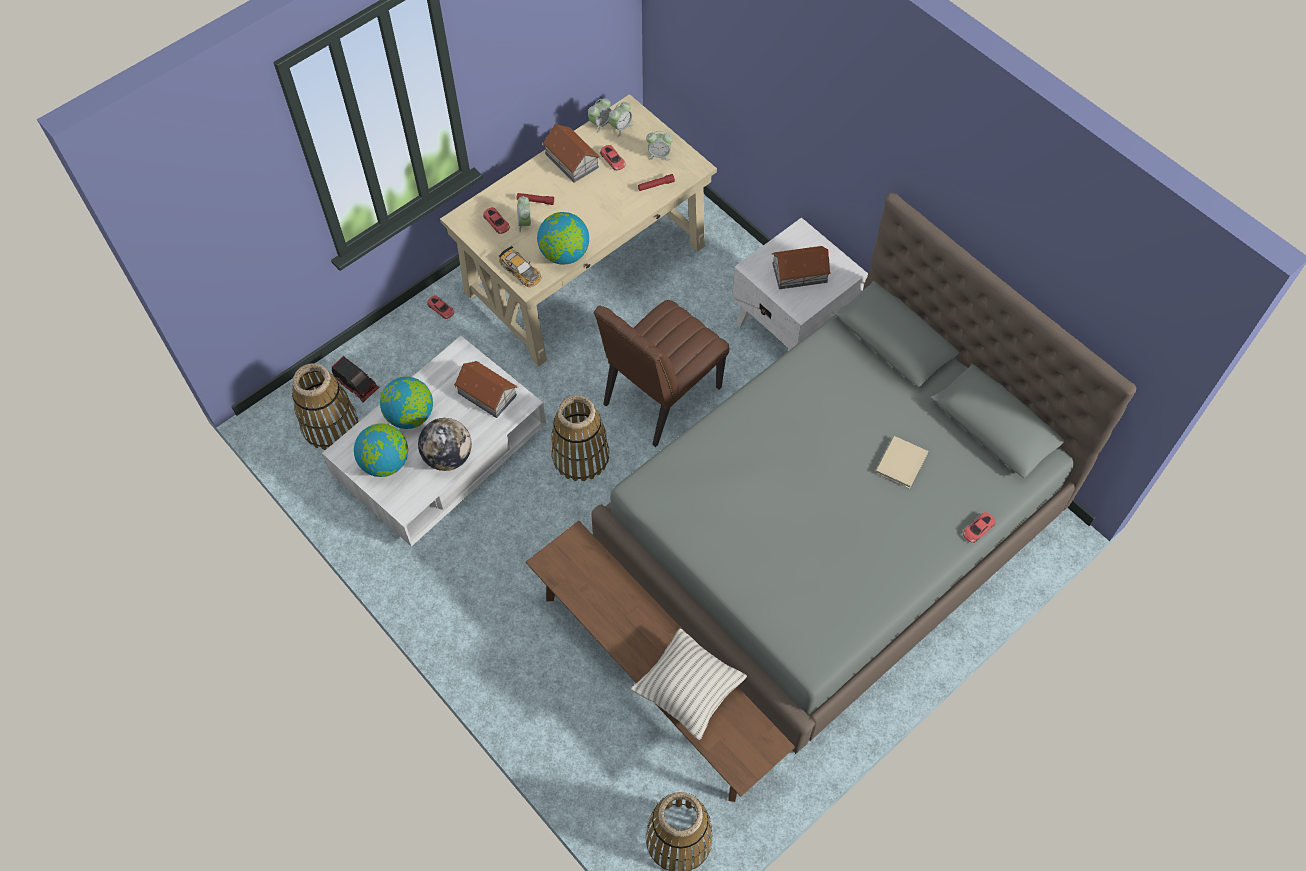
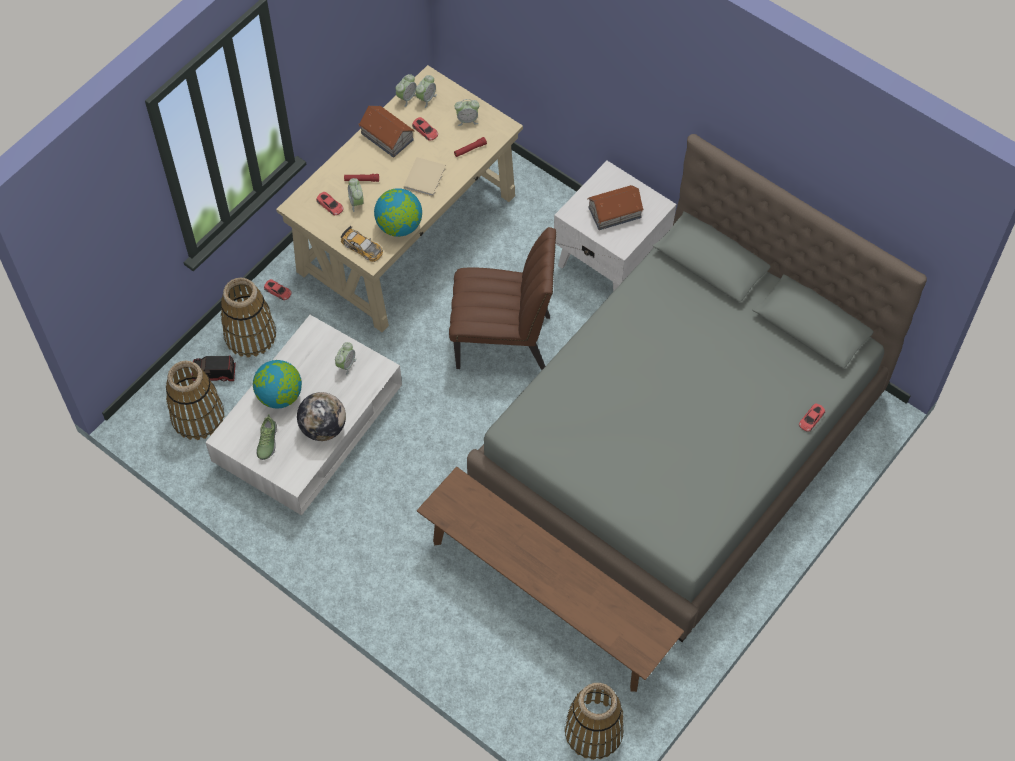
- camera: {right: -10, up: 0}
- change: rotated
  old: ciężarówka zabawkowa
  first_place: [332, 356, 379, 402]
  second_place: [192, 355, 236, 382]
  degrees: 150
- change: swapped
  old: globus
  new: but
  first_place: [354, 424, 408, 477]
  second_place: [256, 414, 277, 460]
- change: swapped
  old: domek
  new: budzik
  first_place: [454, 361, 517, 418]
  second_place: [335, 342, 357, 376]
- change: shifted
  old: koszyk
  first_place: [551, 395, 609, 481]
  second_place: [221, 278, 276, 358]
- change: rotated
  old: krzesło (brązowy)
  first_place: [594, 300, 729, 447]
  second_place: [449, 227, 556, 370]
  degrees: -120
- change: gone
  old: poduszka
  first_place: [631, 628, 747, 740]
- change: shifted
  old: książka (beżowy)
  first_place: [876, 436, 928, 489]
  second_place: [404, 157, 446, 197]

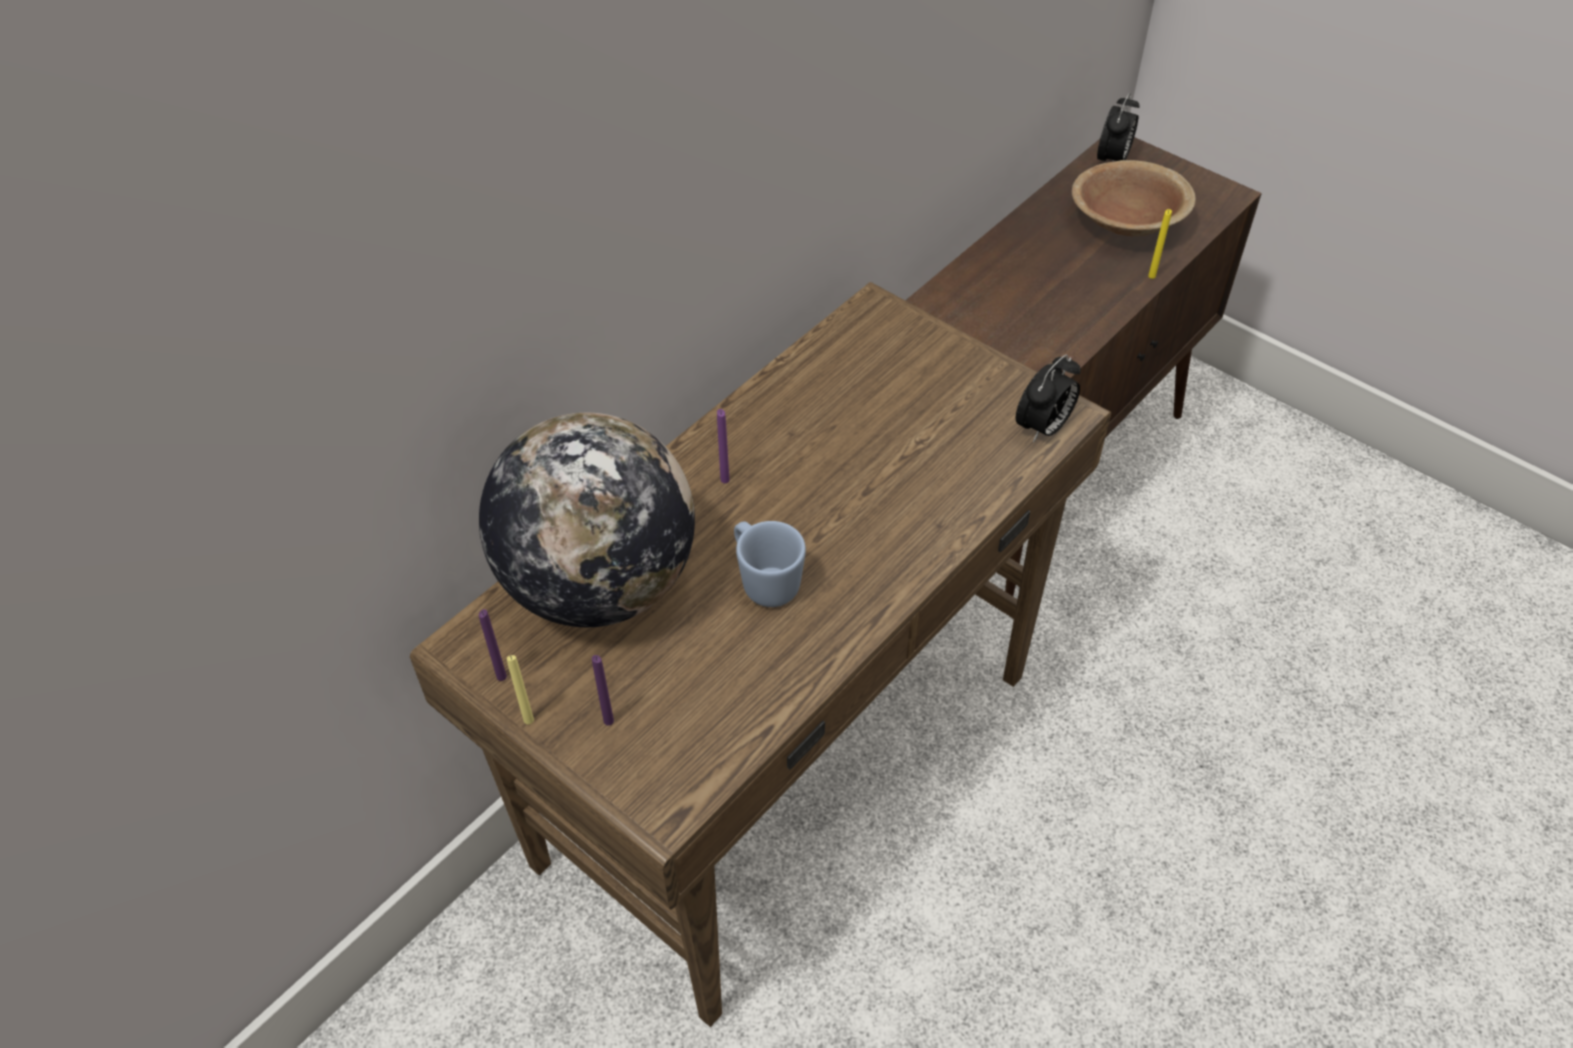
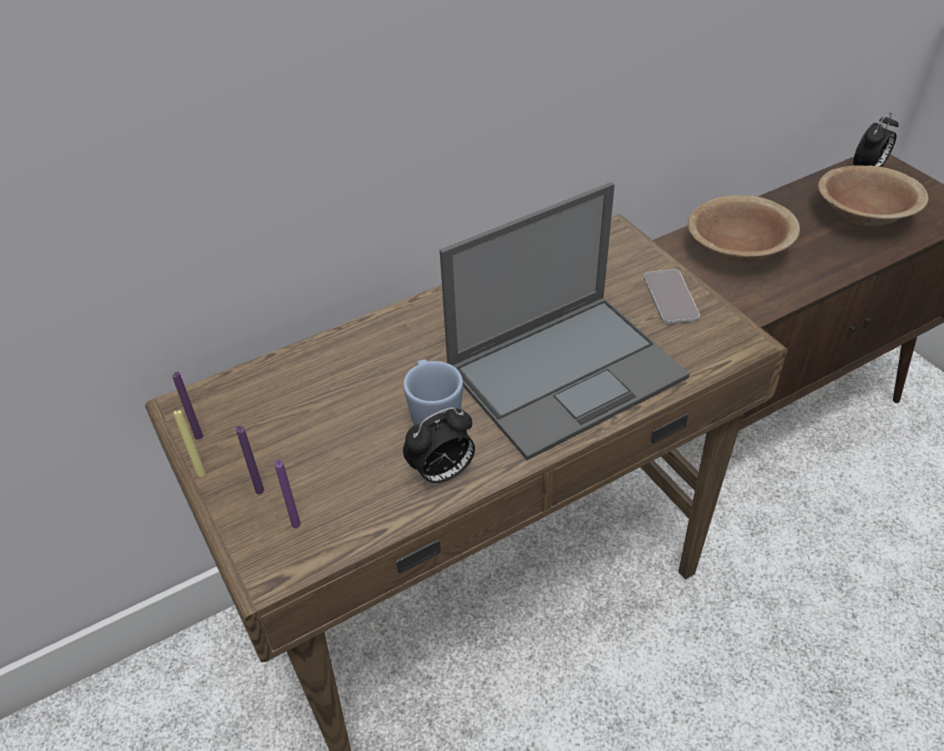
- camera: {right: 20, up: -5}
- change: gone
  old: globus
  first_place: [479, 413, 695, 627]
- change: shifted
  old: świeca (fioletowy)
  first_place: [717, 409, 730, 483]
  second_place: [275, 459, 301, 528]
- change: shifted
  old: budzik
  first_place: [1016, 354, 1081, 443]
  second_place: [403, 407, 475, 485]
- change: gone
  old: świeca (żółty)
  first_place: [1148, 209, 1172, 279]
- change: new
  new: laptop
  second_place: [440, 182, 690, 460]
- change: new
  new: telefon
  second_place: [644, 269, 700, 324]
- change: new
  new: miska (brązowy)
  second_place: [688, 195, 800, 262]

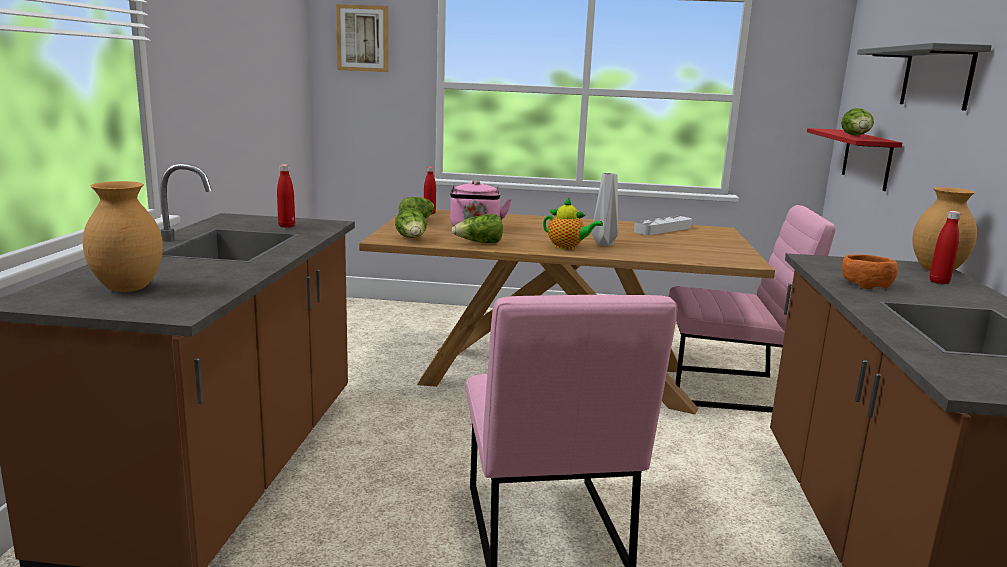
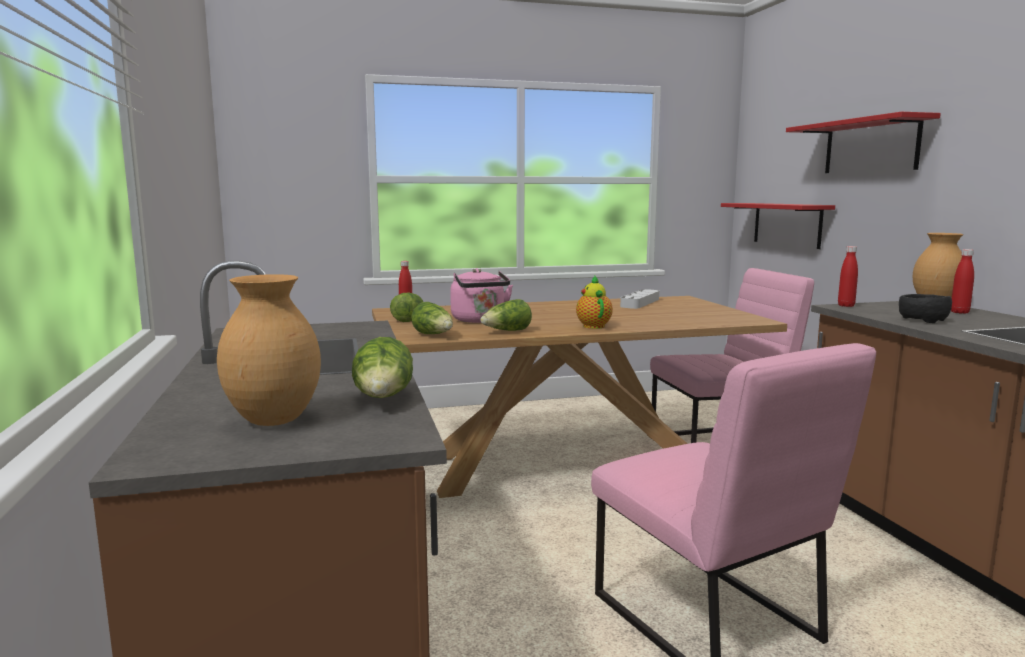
- camera: {right: -20, up: -5}
- change: shifted
  old: butelka (czerwony)
  first_place: [277, 164, 295, 228]
  second_place: [838, 246, 858, 307]
- change: gone
  old: obraz
  first_place: [336, 4, 388, 72]
- change: rotated
  old: imbryk
  first_place: [543, 197, 603, 250]
  second_place: [576, 276, 613, 329]
  degrees: -105
- change: gone
  old: wazon (szary)
  first_place: [591, 173, 618, 246]
- change: shifted
  old: sałata
  first_place: [841, 108, 874, 135]
  second_place: [352, 337, 413, 398]
- change: repainted
  old: miska (pomarańczowy)
  new: miska (czarny)
  first_place: [842, 254, 898, 290]
  second_place: [899, 294, 952, 323]
- change: repainted
  old: półka (szary)
  new: półka (czerwony)
  first_place: [857, 43, 992, 111]
  second_place: [786, 112, 941, 173]

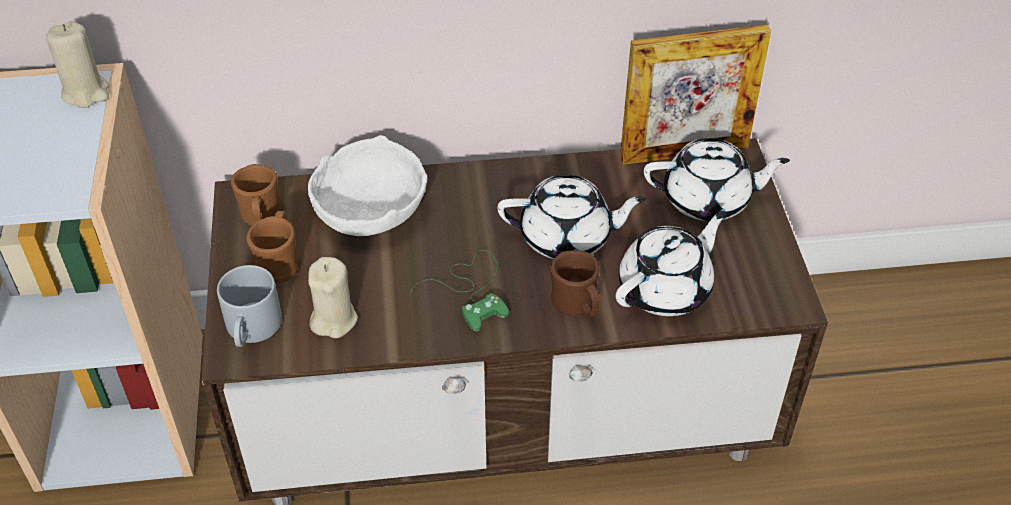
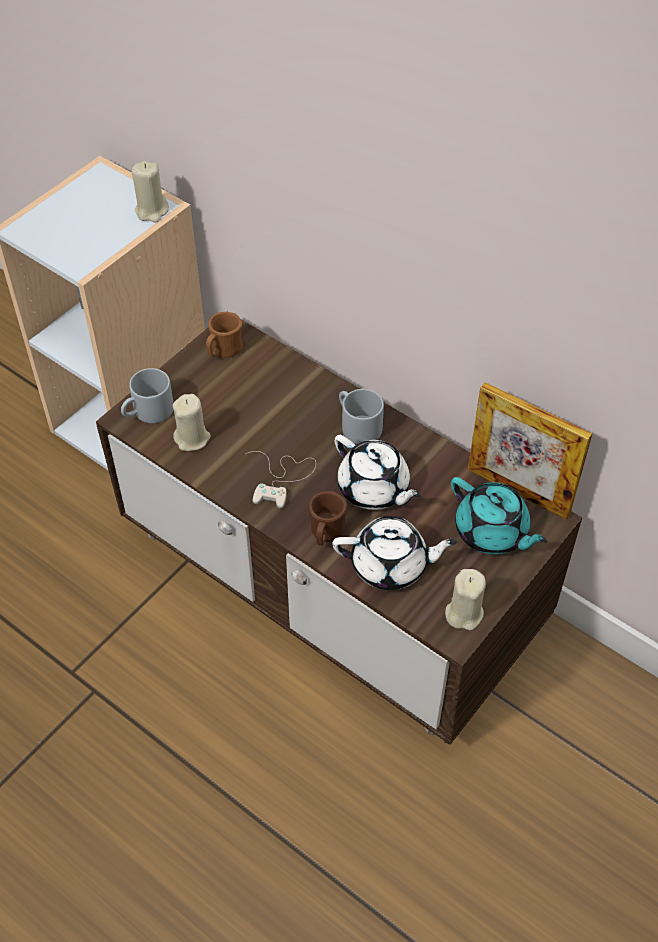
- camera: {right: 45, up: 5}
- change: gone
  old: kubek (brązowy)
  first_place: [246, 211, 298, 283]
- change: gone
  old: miska (biały)
  first_place: [308, 135, 427, 236]
- change: repainted
  old: pad do gier (zielony)
  new: pad do gier (biały)
  first_place: [410, 250, 509, 331]
  second_place: [246, 451, 316, 508]
- change: repainted
  old: imbryk (biały)
  new: imbryk (turkusowy)
  first_place: [644, 138, 790, 221]
  second_place: [451, 477, 548, 555]
- change: new
  new: kubek (szary)
  second_place: [339, 389, 384, 444]
- change: new
  new: świeca (beżowy)
  second_place: [445, 569, 486, 630]

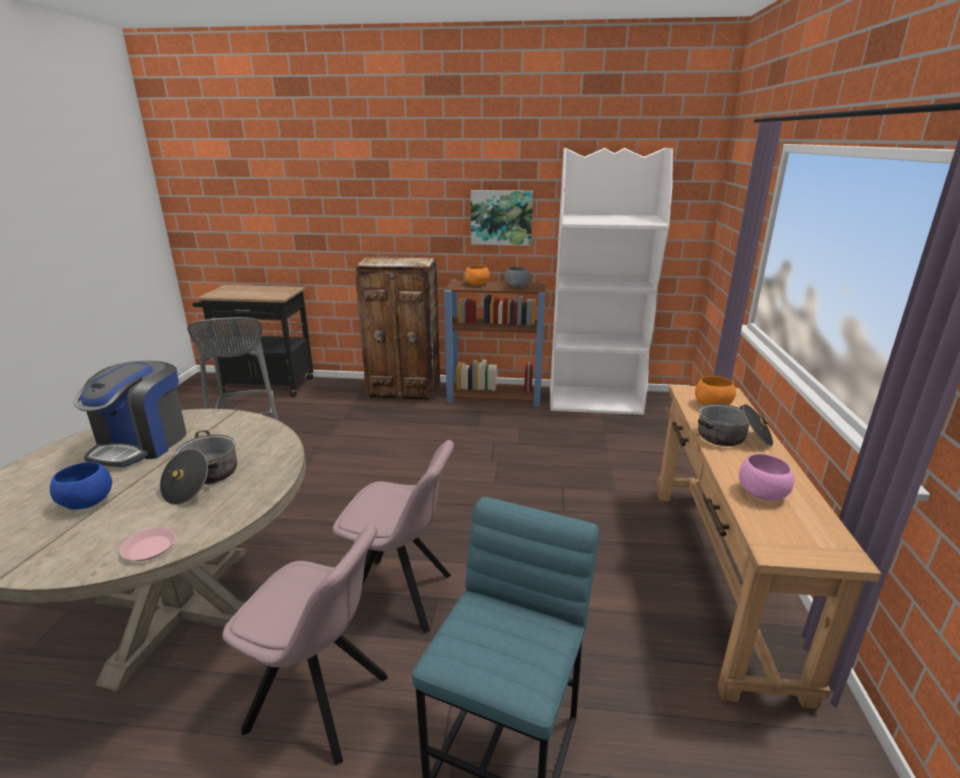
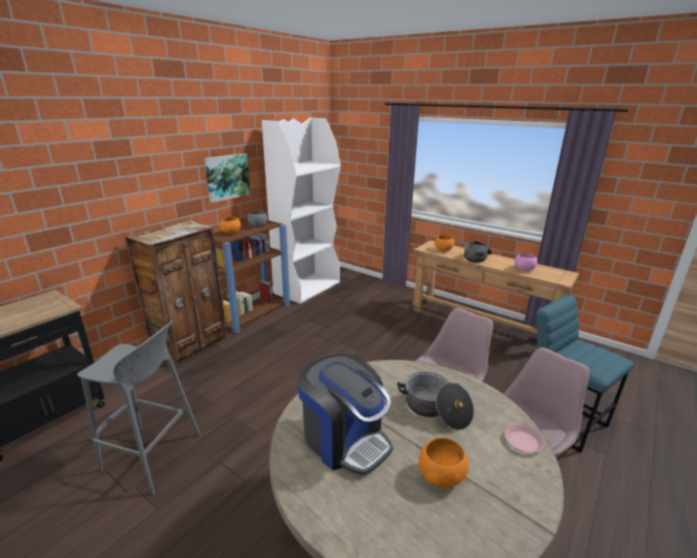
- camera: {right: -60, up: 0}
- change: repainted
  old: miska (niebieski)
  new: miska (pomarańczowy)
  first_place: [50, 462, 112, 510]
  second_place: [419, 438, 469, 488]

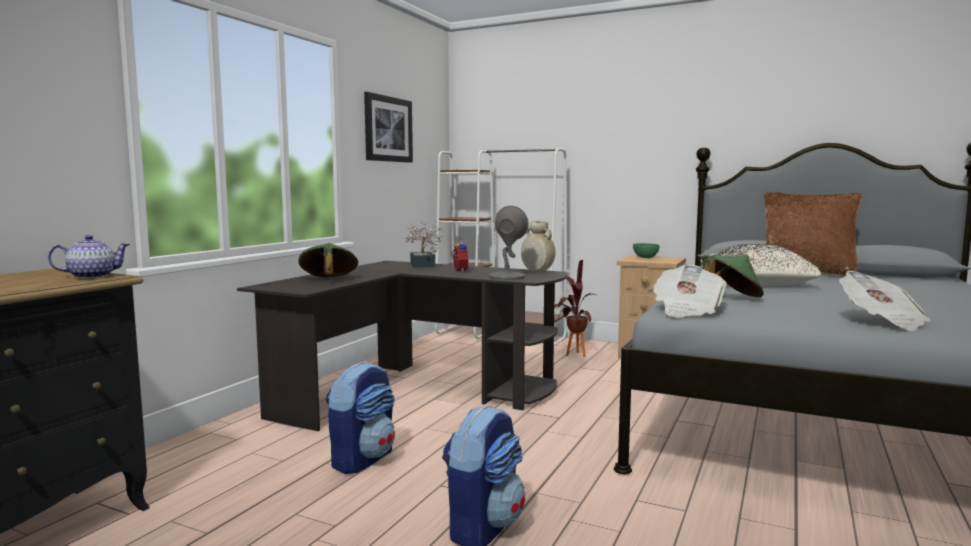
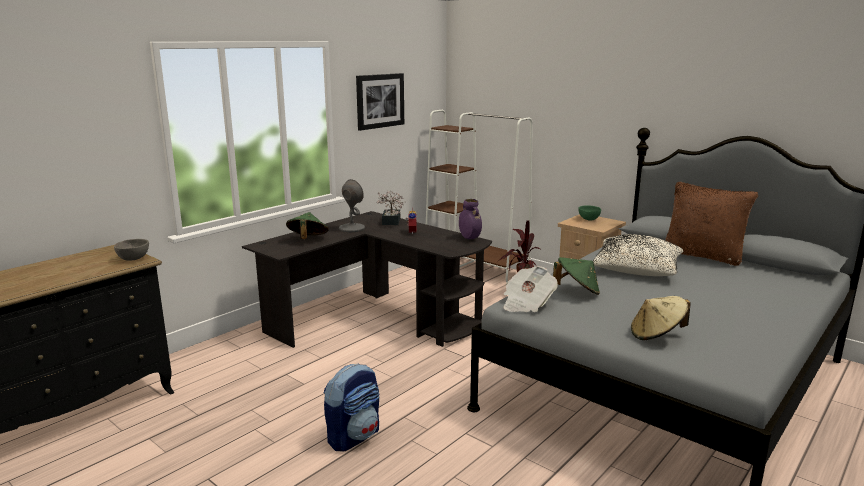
- camera: {right: 15, up: 10}
- change: swapped
  old: imbryk
  new: miska (szary)
  first_place: [48, 235, 130, 279]
  second_place: [114, 239, 149, 261]
- change: gone
  old: plecak
  first_place: [326, 361, 395, 474]
- change: shifted
  old: lampa stołowa (szary)
  first_place: [489, 206, 528, 280]
  second_place: [339, 179, 365, 232]
- change: repainted
  old: wazon (beżowy)
  new: wazon (fioletowy)
  first_place: [521, 221, 555, 272]
  second_place: [459, 199, 482, 239]
- change: swapped
  old: gazeta
  new: kapelusz (beżowy)
  first_place: [839, 271, 931, 331]
  second_place: [631, 296, 691, 340]

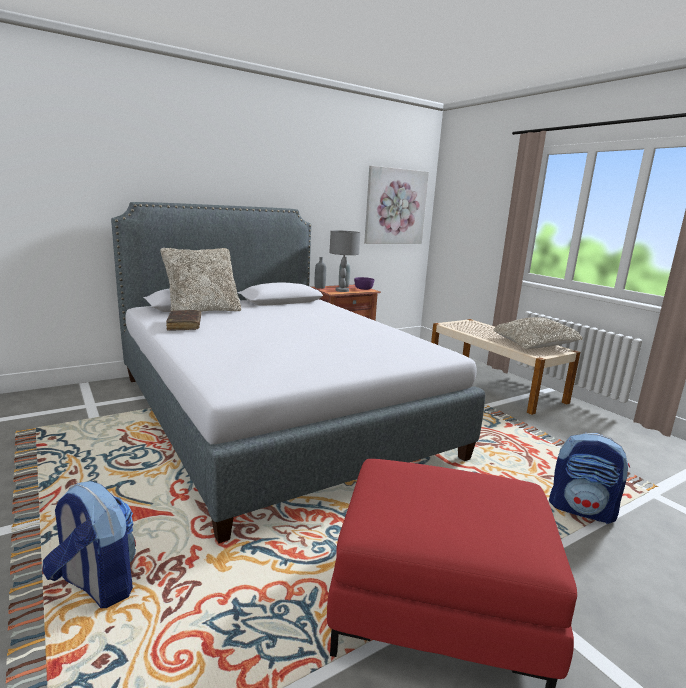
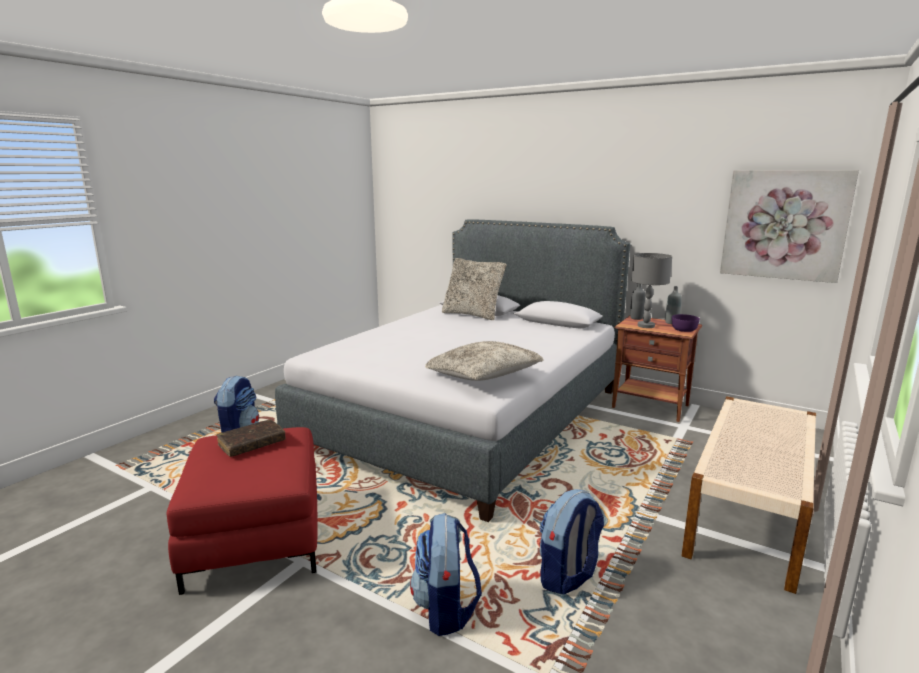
- camera: {right: 65, up: 0}
- change: shifted
  old: książka (brązowy)
  first_place: [166, 310, 201, 331]
  second_place: [216, 419, 286, 457]
- change: shifted
  old: poduszka (beżowy)
  first_place: [493, 317, 583, 349]
  second_place: [425, 341, 543, 381]
- change: new
  new: plecak
  second_place: [539, 489, 604, 594]

